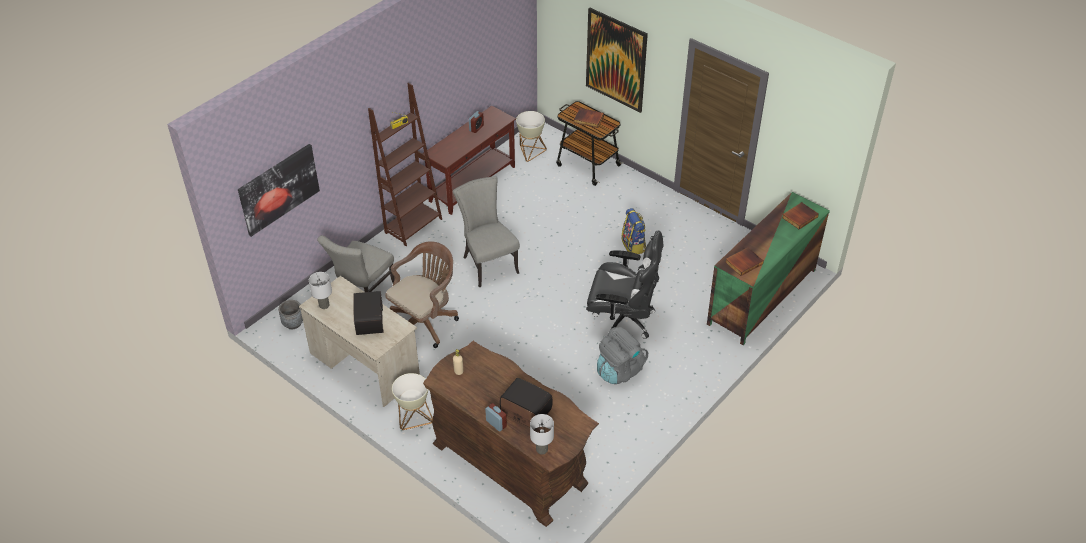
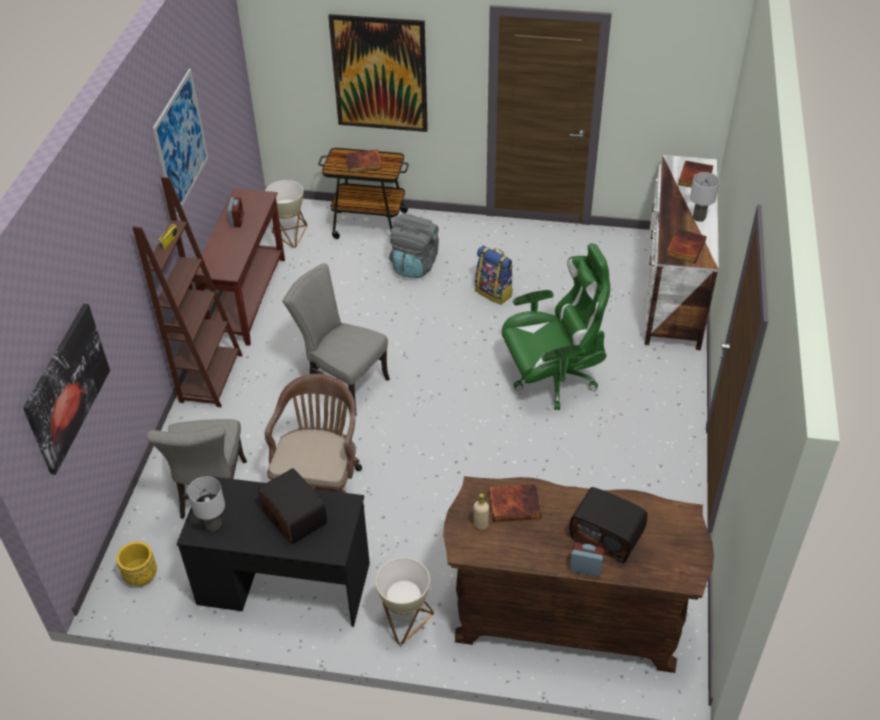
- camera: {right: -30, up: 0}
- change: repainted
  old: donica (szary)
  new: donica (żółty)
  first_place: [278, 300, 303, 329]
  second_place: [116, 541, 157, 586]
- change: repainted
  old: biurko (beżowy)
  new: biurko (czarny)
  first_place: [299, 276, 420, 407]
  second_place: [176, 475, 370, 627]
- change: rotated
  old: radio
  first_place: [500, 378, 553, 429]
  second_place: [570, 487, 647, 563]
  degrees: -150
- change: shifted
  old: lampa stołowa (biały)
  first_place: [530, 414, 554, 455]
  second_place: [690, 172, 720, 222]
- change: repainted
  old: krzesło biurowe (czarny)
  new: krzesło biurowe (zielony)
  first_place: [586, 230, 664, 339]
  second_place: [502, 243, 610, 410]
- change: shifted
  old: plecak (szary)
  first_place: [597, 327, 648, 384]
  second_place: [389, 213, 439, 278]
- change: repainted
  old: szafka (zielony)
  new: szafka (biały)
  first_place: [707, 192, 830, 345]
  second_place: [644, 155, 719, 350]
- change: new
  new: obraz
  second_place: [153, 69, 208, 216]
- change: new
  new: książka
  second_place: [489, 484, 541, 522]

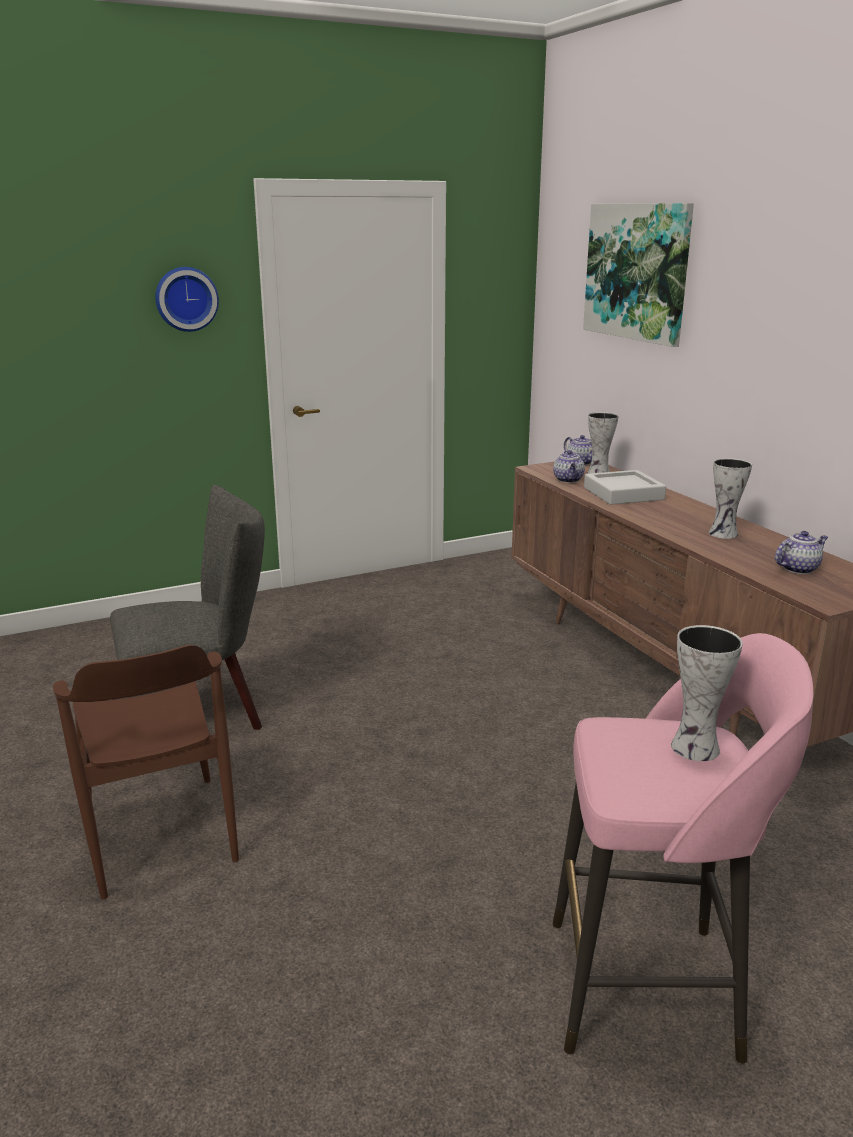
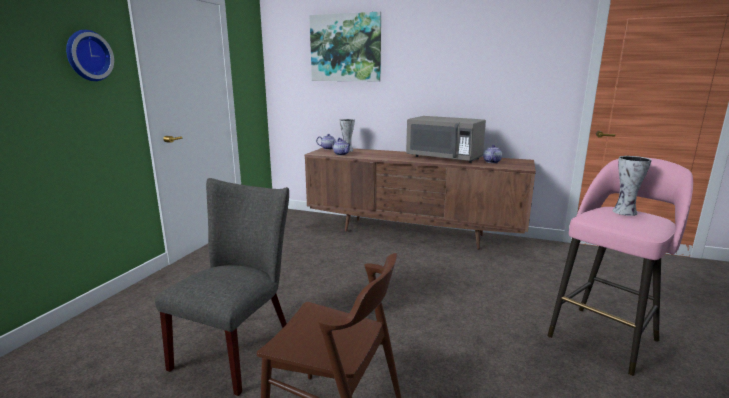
- camera: {right: -45, up: -5}
- change: gone
  old: taca (szary)
  first_place: [584, 470, 666, 505]
- change: swapped
  old: wazon
  new: mikrofalówka (szary)
  first_place: [709, 458, 752, 539]
  second_place: [406, 116, 486, 163]

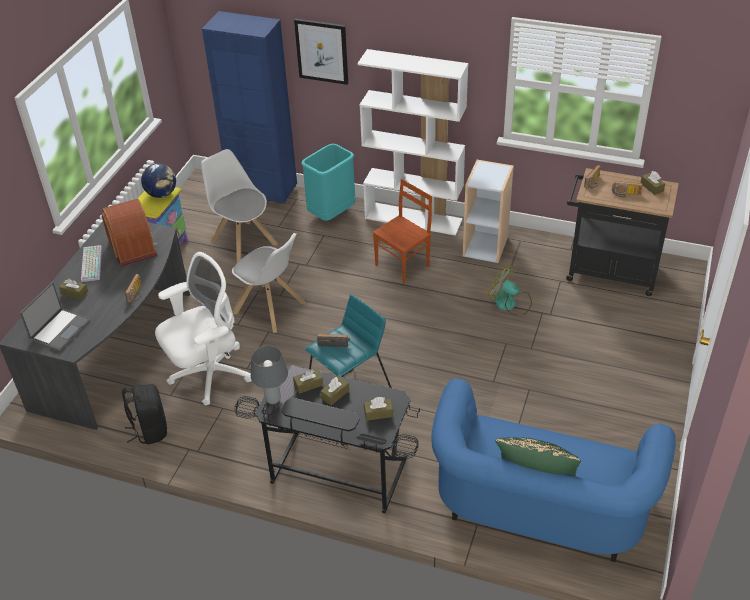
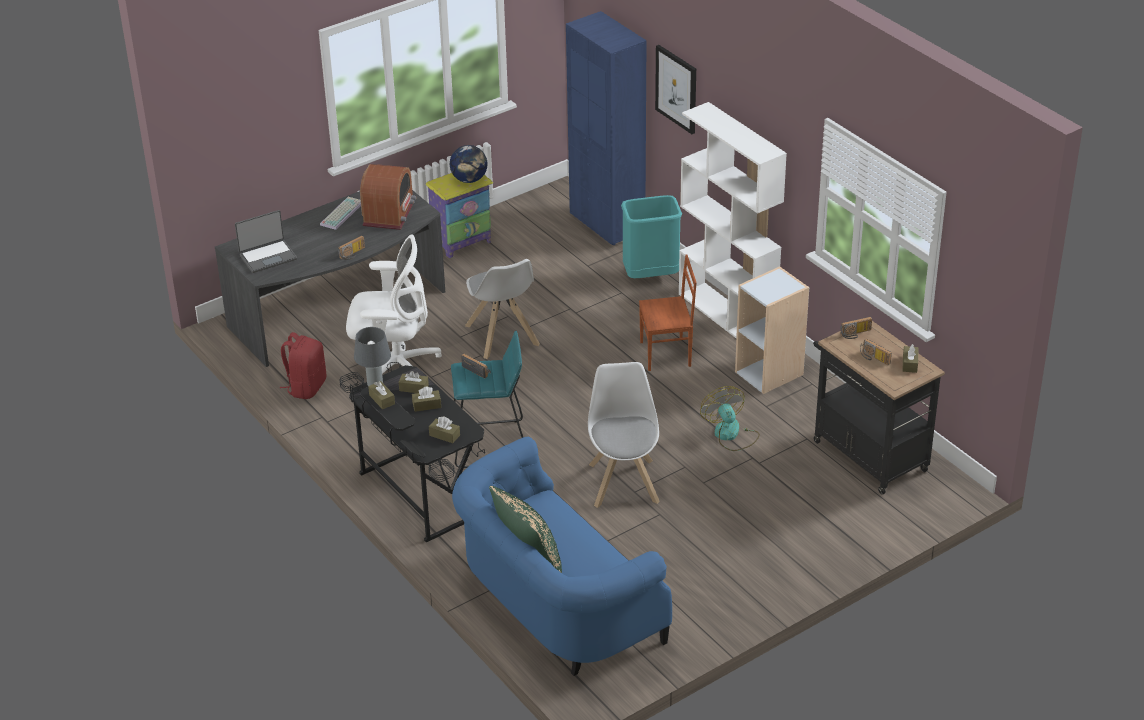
- camera: {right: 35, up: -5}
- change: shifted
  old: pudełko chusteczek (brązowy)
  first_place: [59, 279, 88, 300]
  second_place: [368, 381, 395, 409]
- change: repainted
  old: plecak (czarny)
  new: plecak (czerwony)
  first_place: [122, 384, 167, 444]
  second_place: [280, 332, 326, 399]
- change: shifted
  old: krzesło
  first_place: [201, 149, 277, 263]
  second_place: [588, 362, 660, 508]

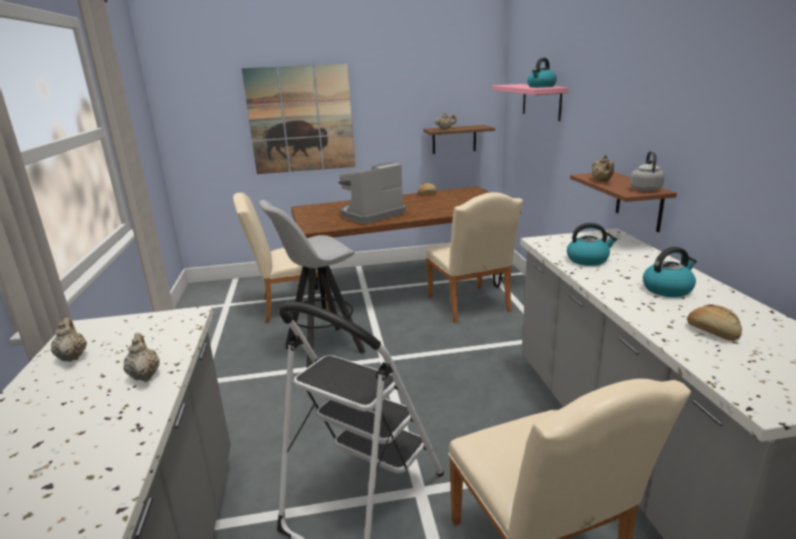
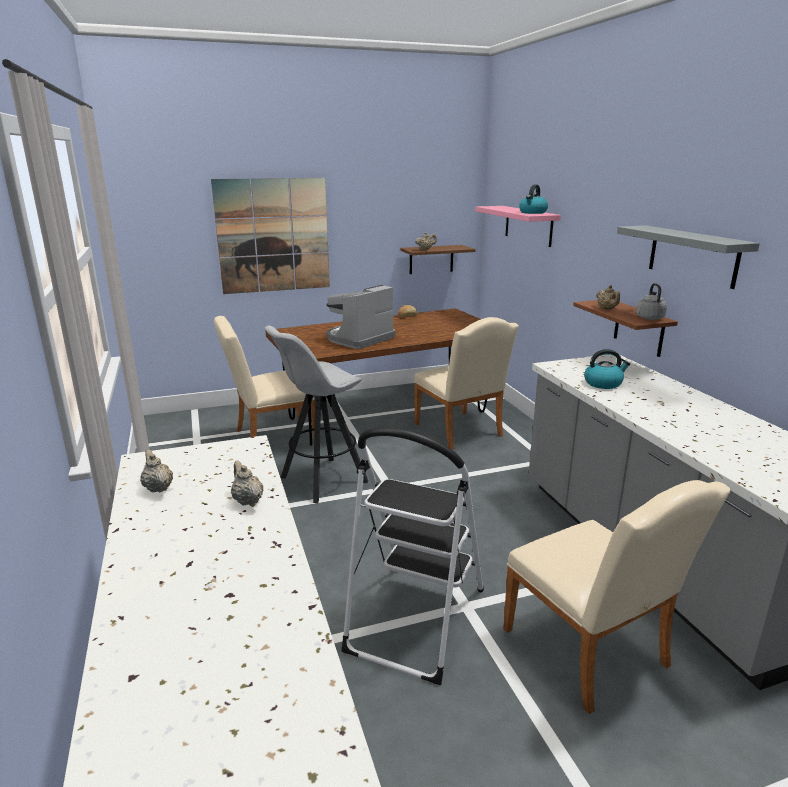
- camera: {right: -10, up: 0}
- change: gone
  old: czajnik
  first_place: [643, 247, 697, 297]
- change: gone
  old: chleb
  first_place: [687, 304, 742, 341]
- change: new
  new: półka (szary)
  second_place: [617, 225, 760, 289]

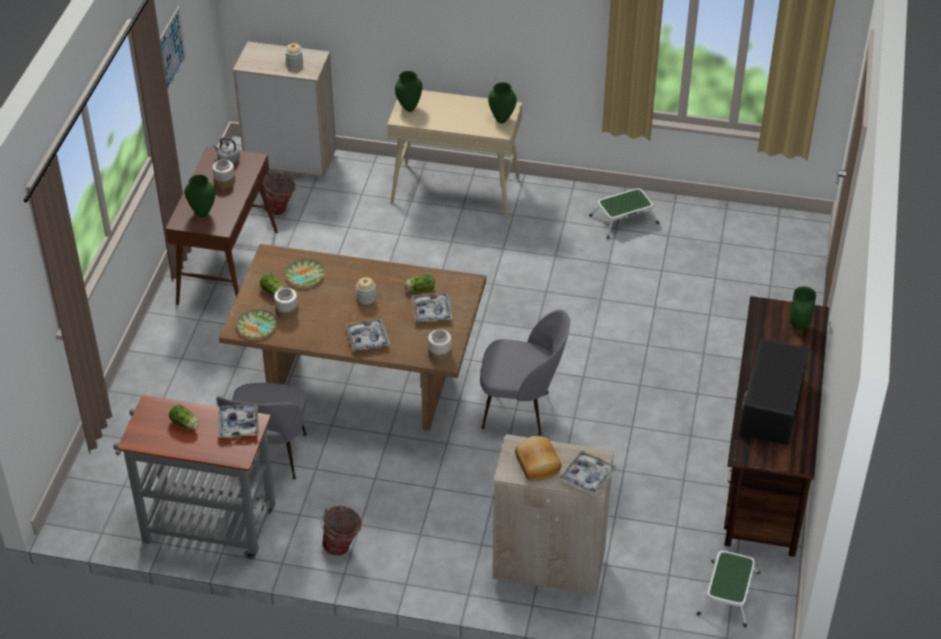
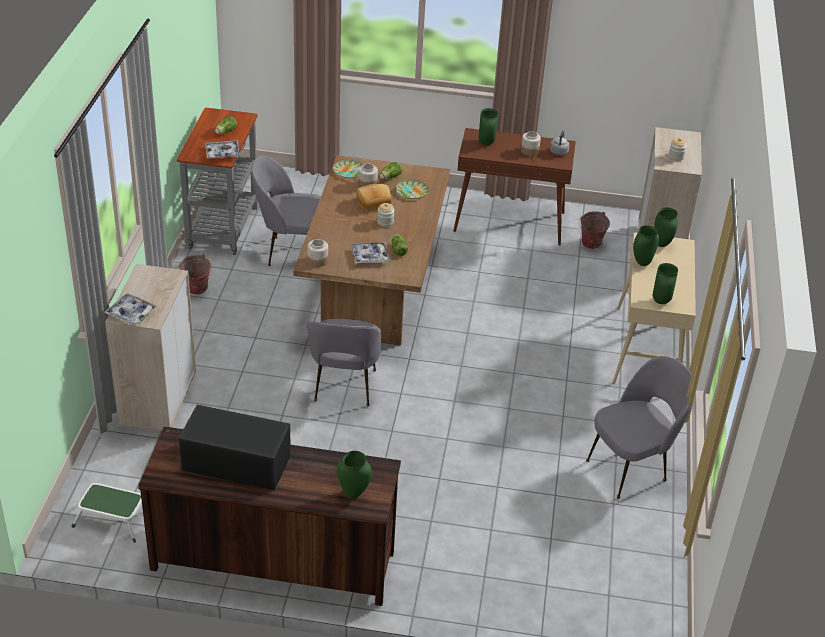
- camera: {right: 85, up: -5}
- change: gone
  old: obraz
  first_place: [160, 6, 186, 91]
- change: gone
  old: taca
  first_place: [346, 319, 390, 352]
- change: shifted
  old: chleb
  first_place: [515, 436, 562, 481]
  second_place: [356, 184, 391, 211]
- change: swapped
  old: drabinka (zielony)
  new: krzesło (szary)
  first_place: [589, 188, 659, 240]
  second_place: [586, 356, 693, 499]
- change: new
  new: wazon (zielony)
  second_place: [633, 225, 659, 266]

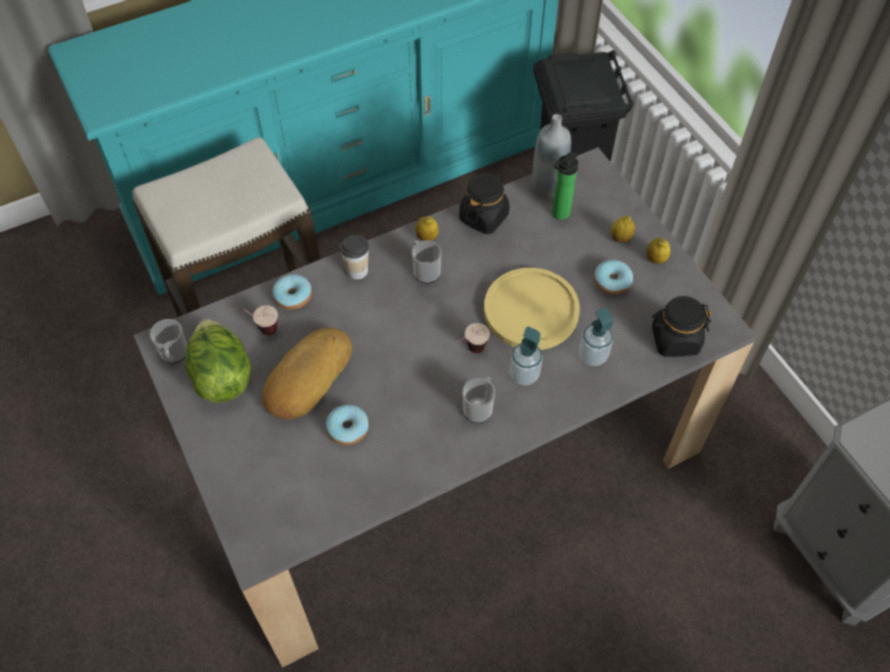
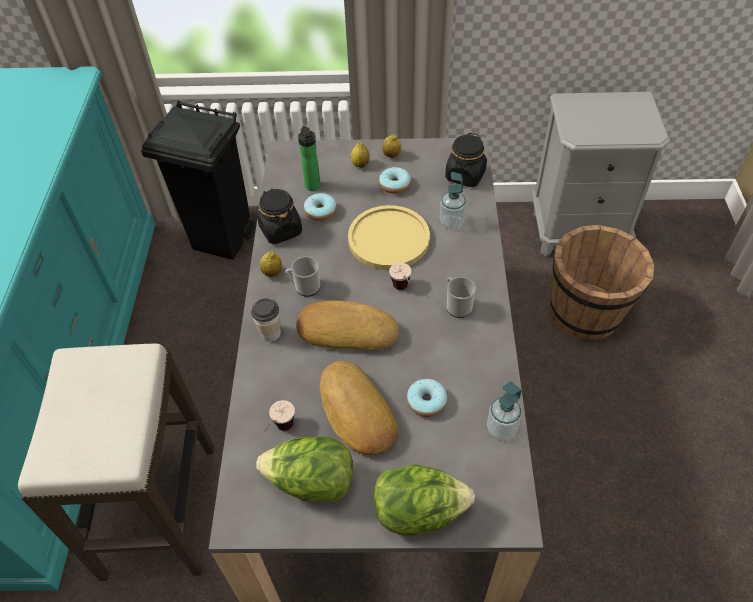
- camera: {right: -60, up: -5}
- change: gone
  old: kubek
  first_place: [150, 319, 187, 363]
- change: shifted
  old: donut
  first_place: [272, 274, 312, 310]
  second_place: [304, 193, 337, 221]
- change: shifted
  old: dozownik mydła
  first_place: [510, 326, 543, 386]
  second_place: [487, 381, 522, 440]
- change: gone
  old: butelka (szary)
  first_place: [532, 114, 571, 196]
- change: new
  new: chleb
  second_place: [296, 300, 399, 351]
- change: new
  new: sałata
  second_place: [373, 464, 475, 536]
- change: new
  new: wiadro (brązowy)
  second_place: [550, 225, 654, 340]

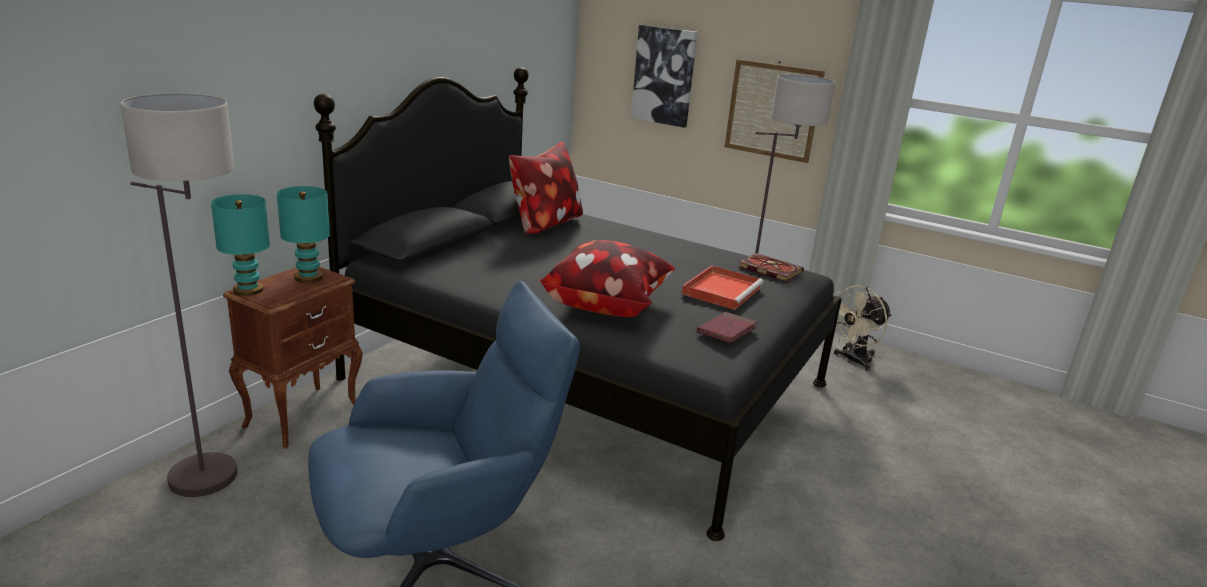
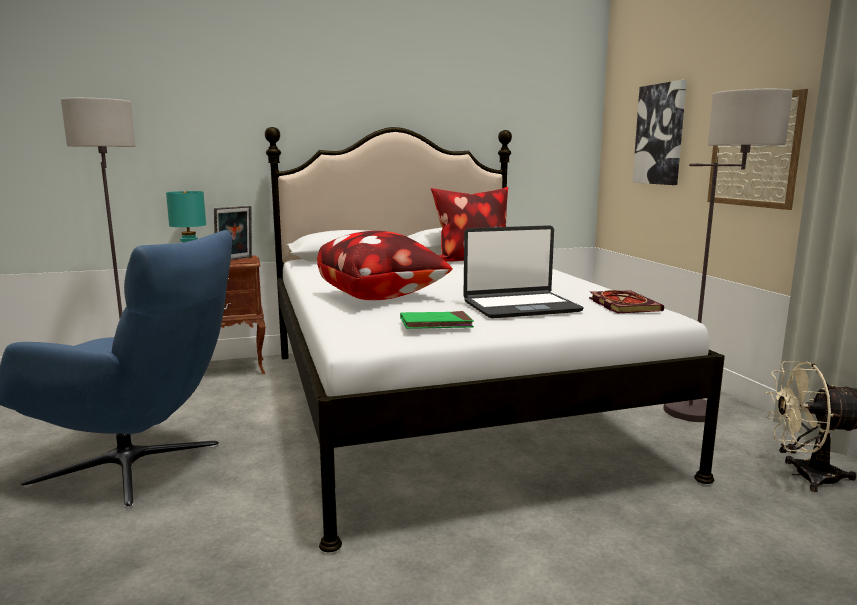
- camera: {right: 45, up: -10}
- change: swapped
  old: lampa stołowa (turkusowy)
  new: ramka na zdjęcie
  first_place: [277, 186, 330, 283]
  second_place: [214, 206, 252, 260]
- change: repainted
  old: łóżko (czarny)
  new: łóżko (biały)
  first_place: [314, 67, 842, 541]
  second_place: [265, 127, 725, 552]
- change: swapped
  old: taca (czerwony)
  new: laptop
  first_place: [682, 265, 764, 310]
  second_place: [463, 225, 584, 319]
- change: repainted
  old: książka (czerwony)
  new: książka (zielony)
  first_place: [697, 312, 758, 343]
  second_place: [400, 311, 474, 329]

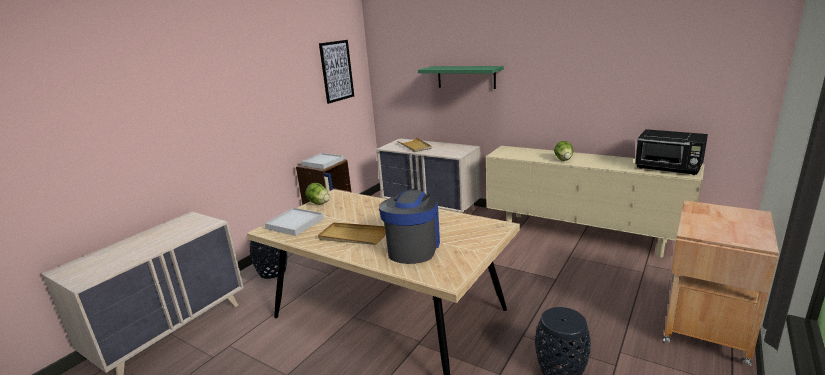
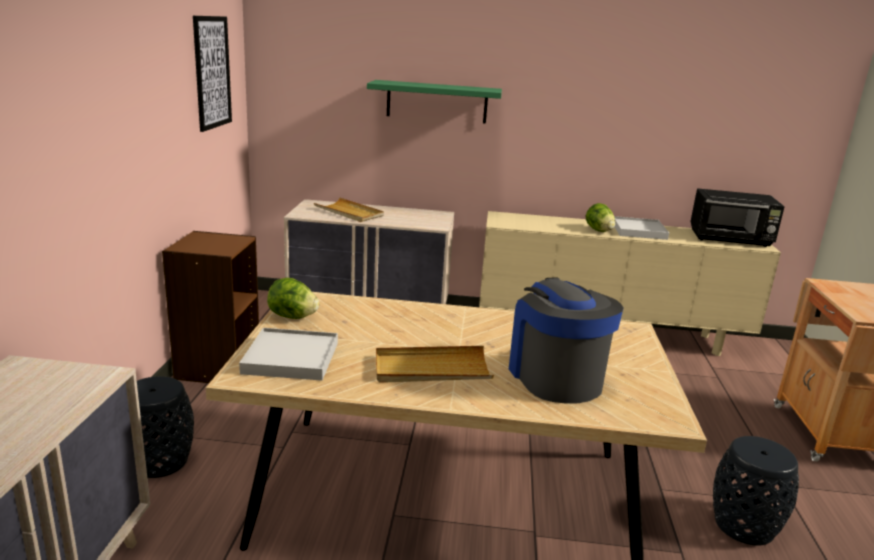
- camera: {right: -30, up: 0}
- change: shifted
  old: taca (biały)
  first_place: [301, 153, 344, 169]
  second_place: [614, 216, 669, 240]

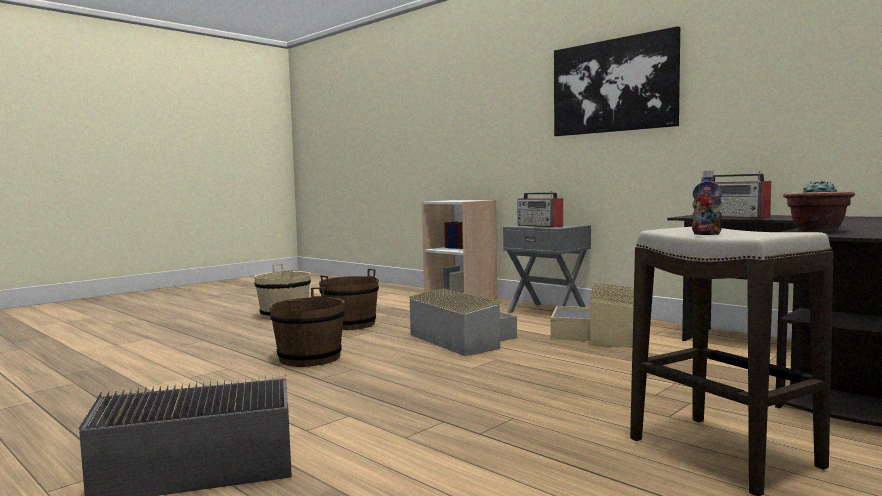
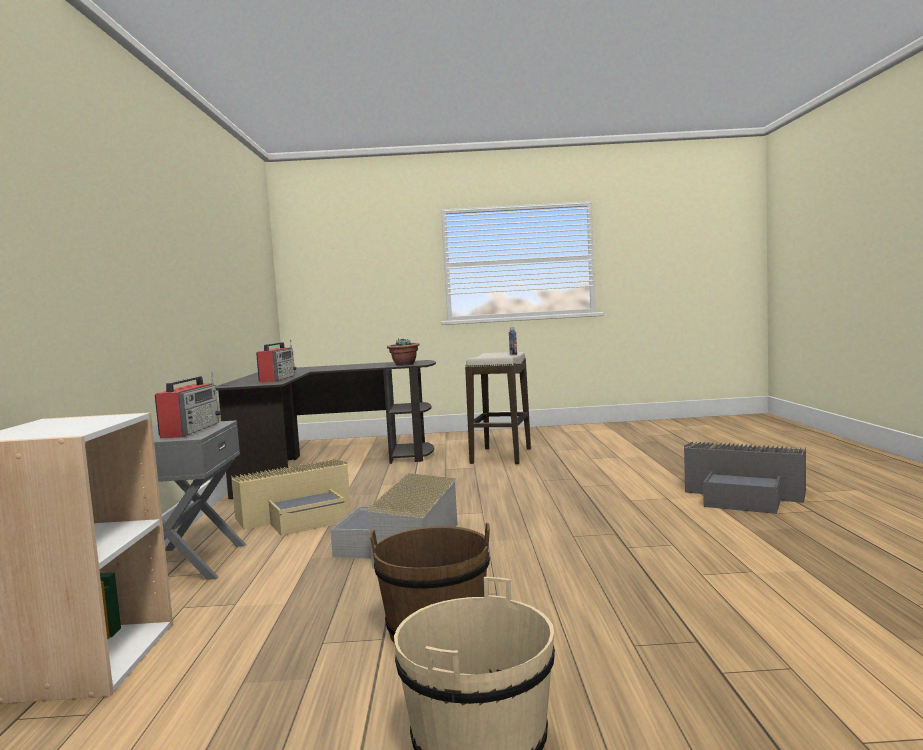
- camera: {right: -135, up: 0}
- change: gone
  old: wiadro (brązowy)
  first_place: [269, 287, 345, 367]
- change: gone
  old: obraz
  first_place: [554, 26, 680, 136]

